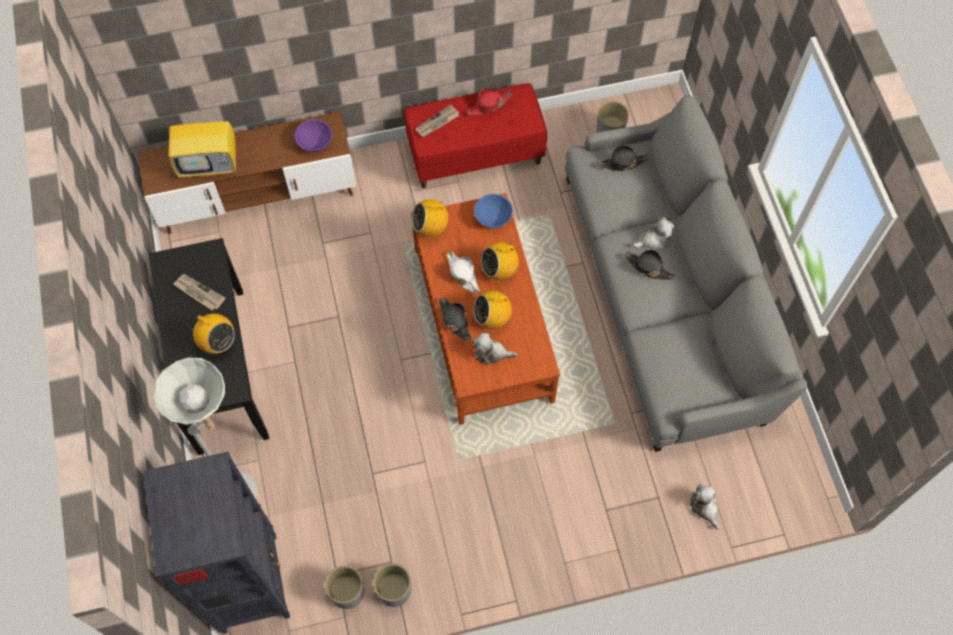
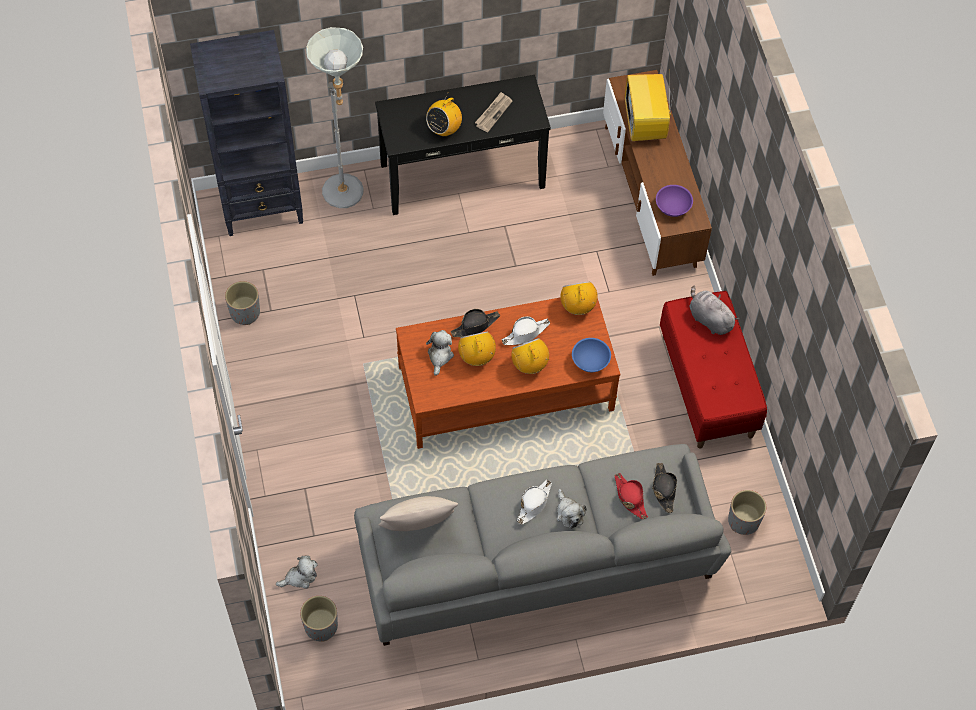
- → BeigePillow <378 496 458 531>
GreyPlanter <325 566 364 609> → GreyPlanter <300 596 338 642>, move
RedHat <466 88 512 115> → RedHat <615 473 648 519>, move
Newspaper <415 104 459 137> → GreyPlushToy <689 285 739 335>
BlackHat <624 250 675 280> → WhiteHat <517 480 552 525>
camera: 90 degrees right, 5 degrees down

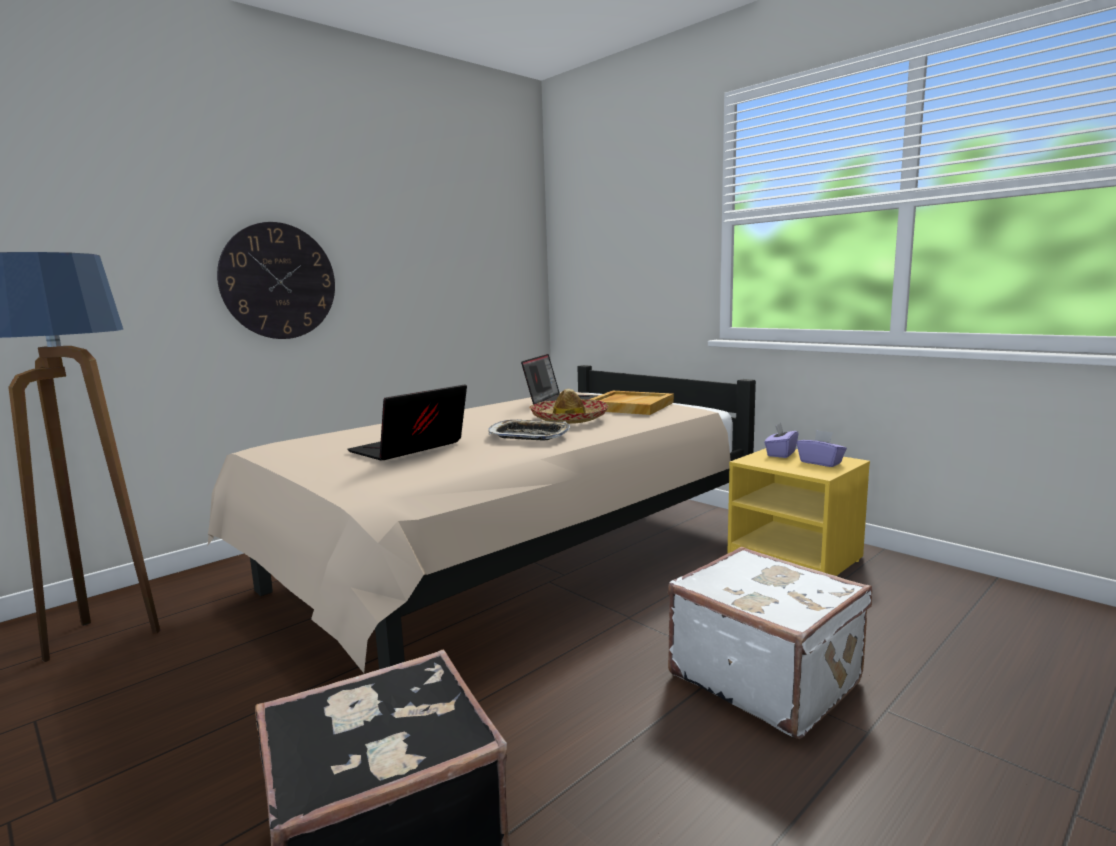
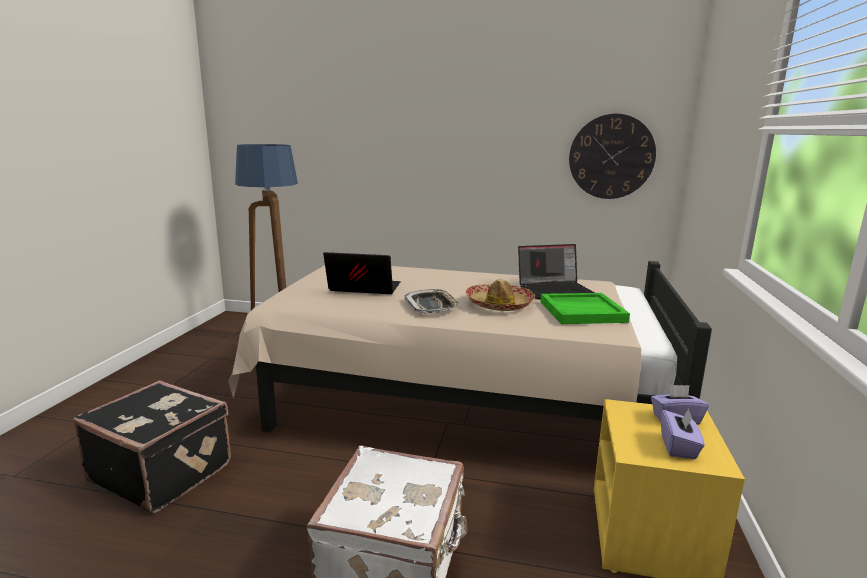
WallClock <217 222 335 339> → WallClock <569 114 656 199>, move
BeigeTray <589 391 674 415> → GreenTray <540 293 630 324>
camera: 55 degrees right, 5 degrees up

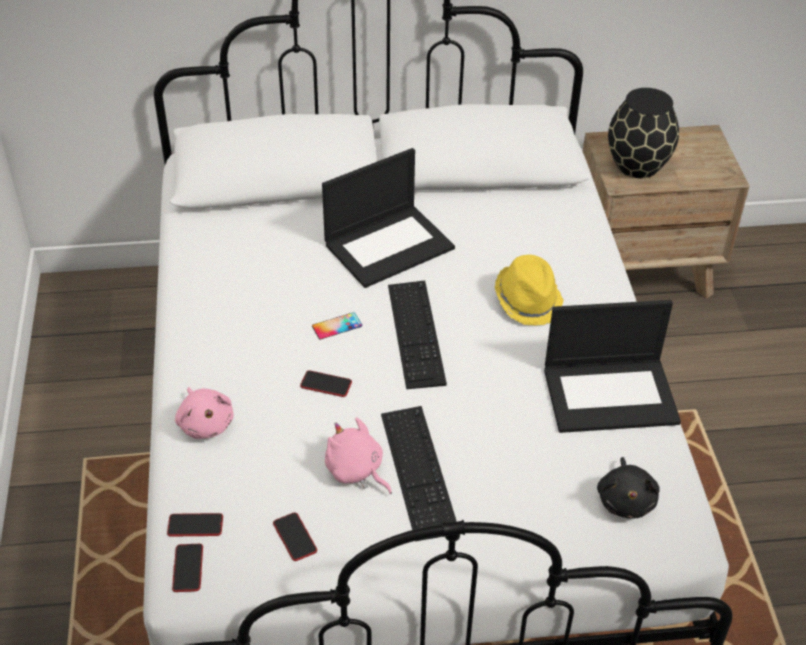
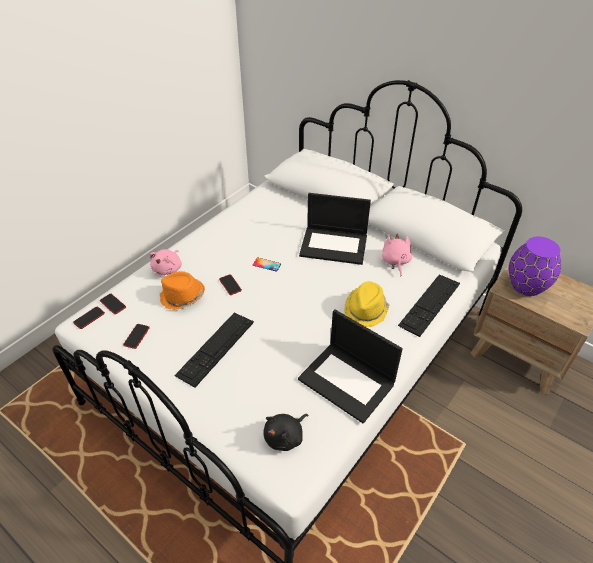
- → OrangeHat <160 271 205 310>
PinkPlushToy <325 417 392 494> → PinkPlushToy <382 234 412 276>, move
Keyboard <388 281 447 389> → Keyboard <398 274 460 337>, move
BlackVase <608 88 679 178> → PurpleVase <509 237 561 296>
camera: 45 degrees right, 0 degrees up

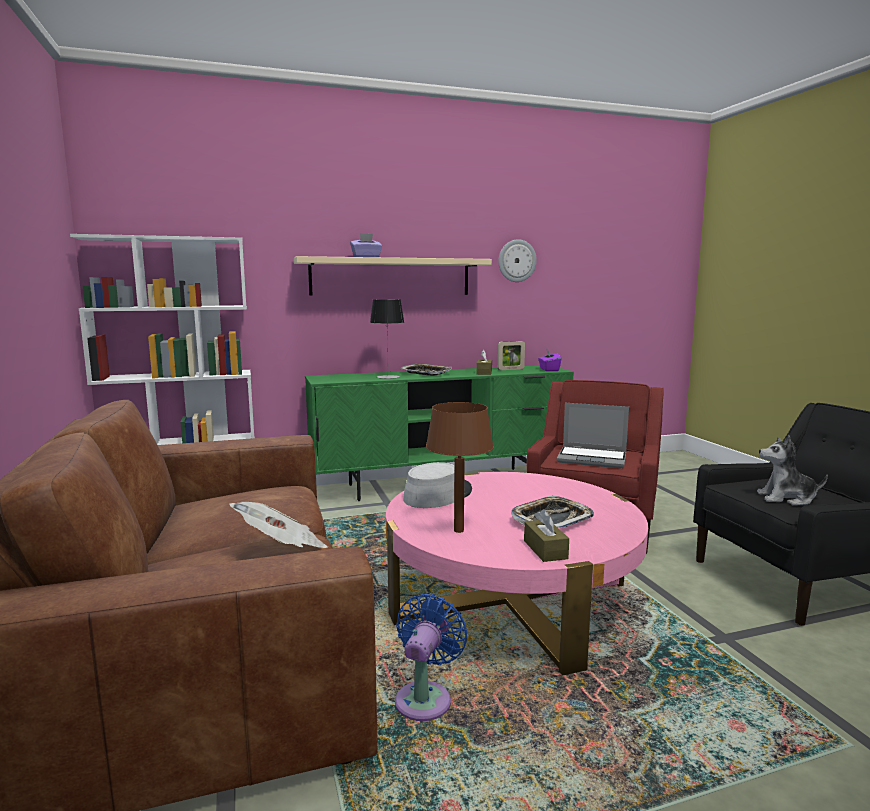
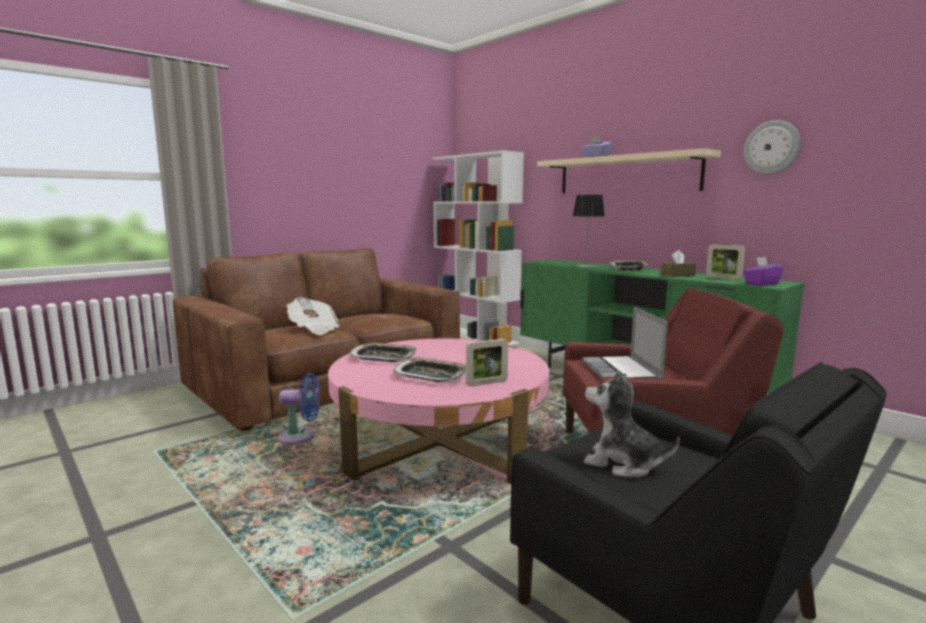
GreyHat <403 462 472 508> → -
BrownTissueBox <524 509 569 562> → -
- → PictureFrame <466 339 508 387>
BrownTableLamp <426 402 494 533> → Tray <350 343 417 362>
PlushToy <757 435 828 506> → PlushToy <584 371 680 478>, 45 degrees counterclockwise
camera: 65 degrees right, 0 degrees up

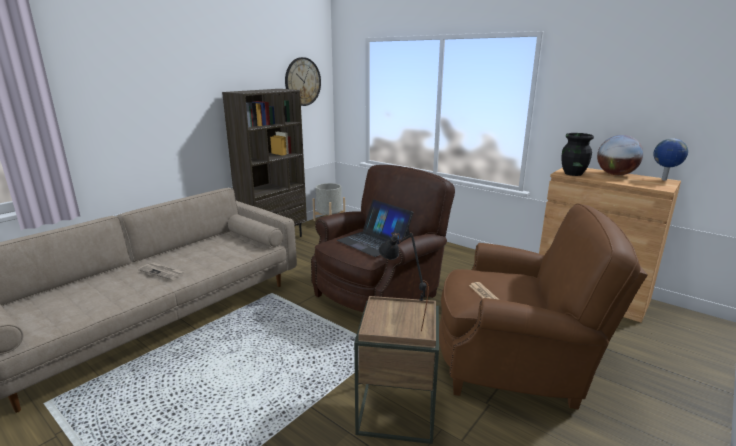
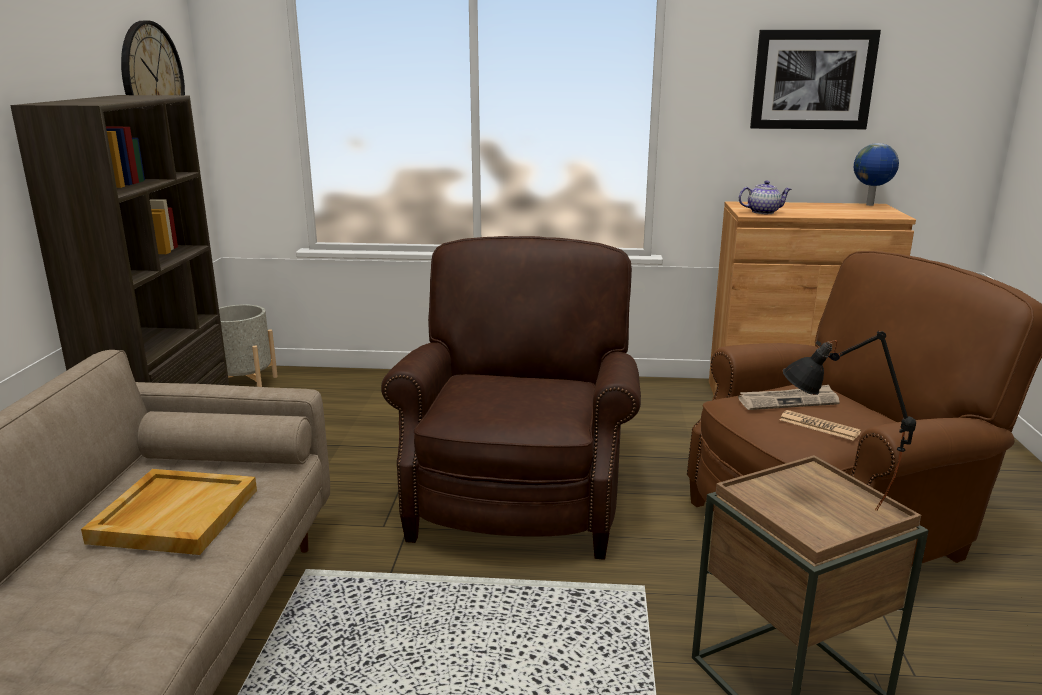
Laptop <337 199 413 257> → -
Globe <597 135 643 175> → -
- → BeigeTray <81 469 257 555>
- → Picture <750 30 881 129>
Newspaper <138 262 185 280> → Newspaper <738 385 840 410>, move
BlackVase <562 133 594 176> → Teapot <739 180 792 214>
camera: 35 degrees left, 0 degrees up

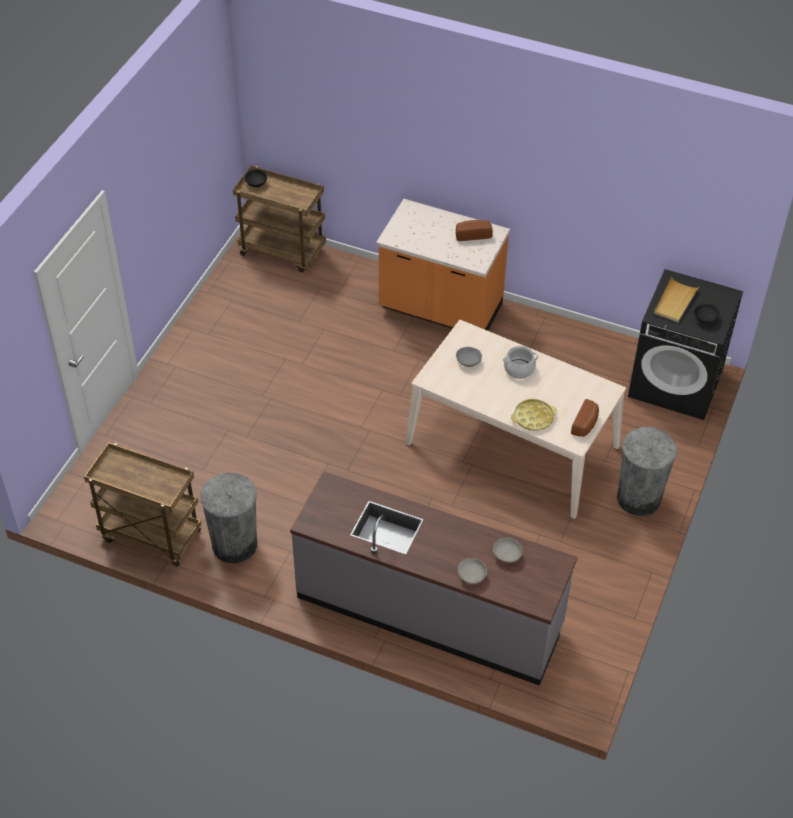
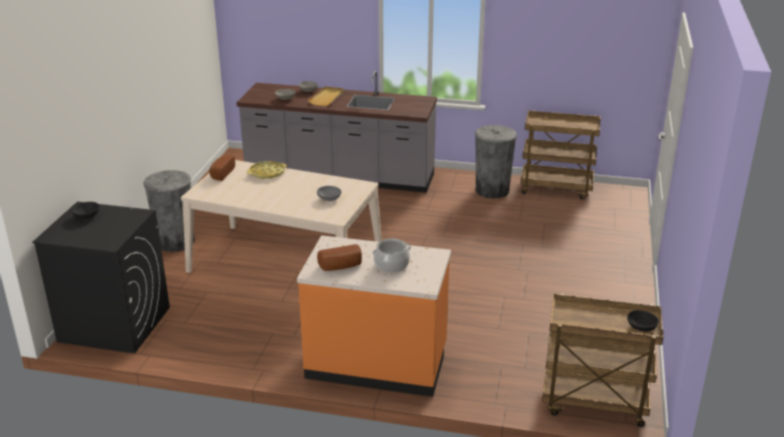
CookingPot <503 346 538 379> → CookingPot <372 239 411 273>, move
BeigeTray <654 277 700 322> → BeigeTray <308 86 344 106>, move
camera: 170 degrees right, 20 degrees down

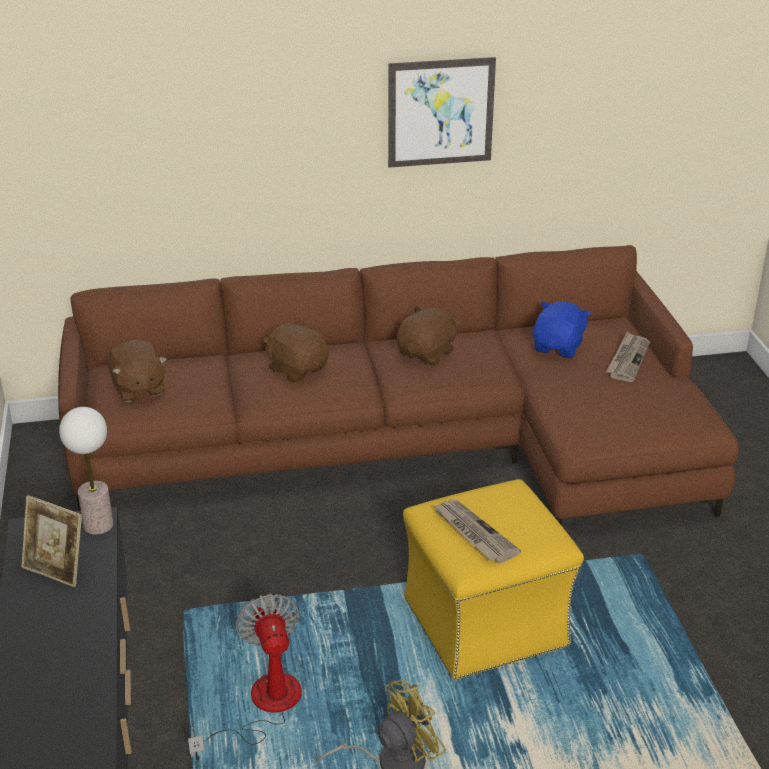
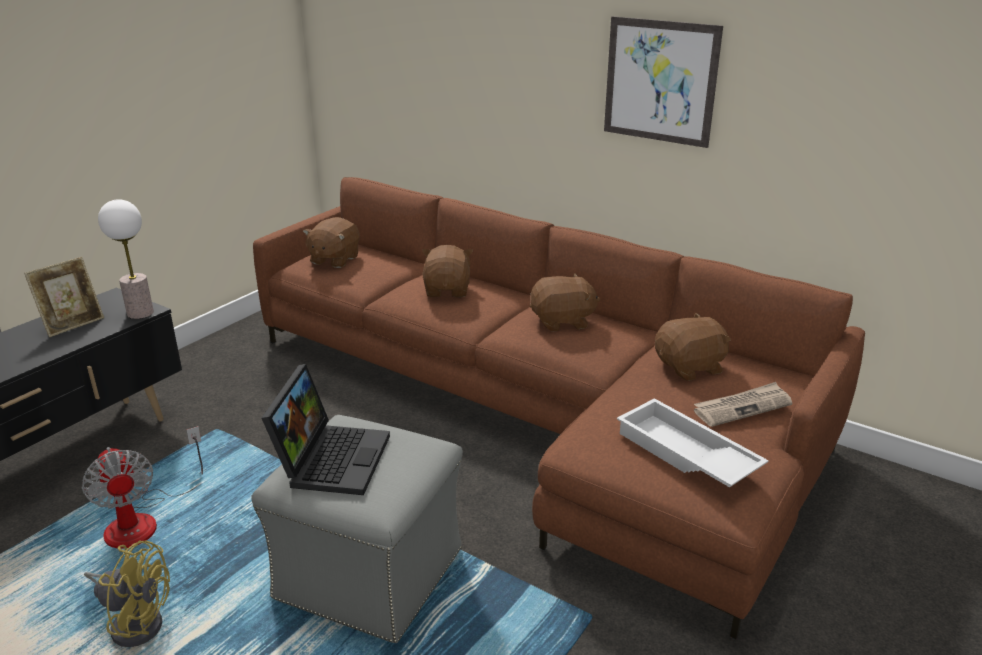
- → WhiteTray <617 398 769 487>
Newspaper <433 500 521 563> → Laptop <261 364 390 495>
YellowOttoman <403 479 584 679> → GreyOttoman <251 415 463 643>
BluePlushToy <533 301 591 358> → BrownPlushToy <655 313 731 381>
PictureFrame <21 495 82 587> → PictureFrame <24 257 104 337>, 120 degrees counterclockwise
Fan <188 593 302 761> → Fan <82 426 203 548>, 120 degrees clockwise
camera: 45 degrees right, 5 degrees down

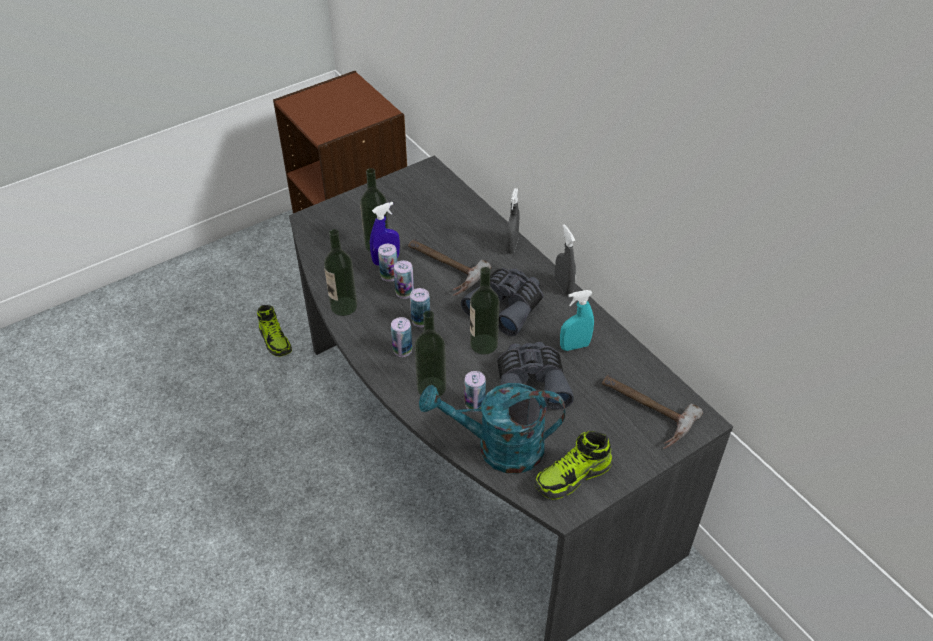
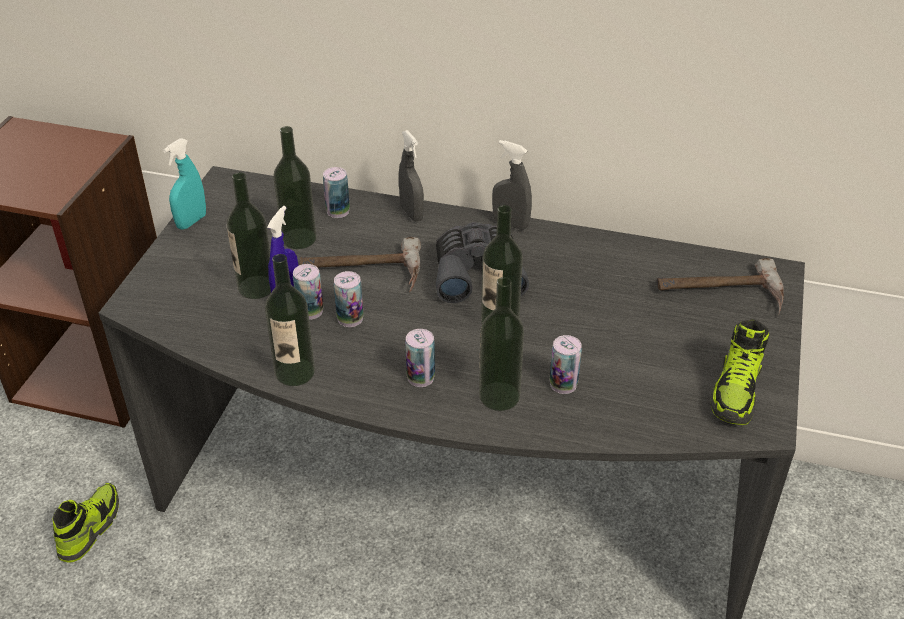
TurquoiseWateringCan <419 383 565 474> → -
GreyBinoculars <497 342 574 410> → -
- → Bottle <273 126 317 249>
Can <410 288 430 327> → Can <323 167 350 218>, move
TurquoiseSprayBottle <560 290 594 351> → TurquoiseSprayBottle <163 138 206 230>, move
Shoe <257 305 292 356> → Shoe <52 483 119 562>, 90 degrees counterclockwise
camera: 40 degrees left, 5 degrees down

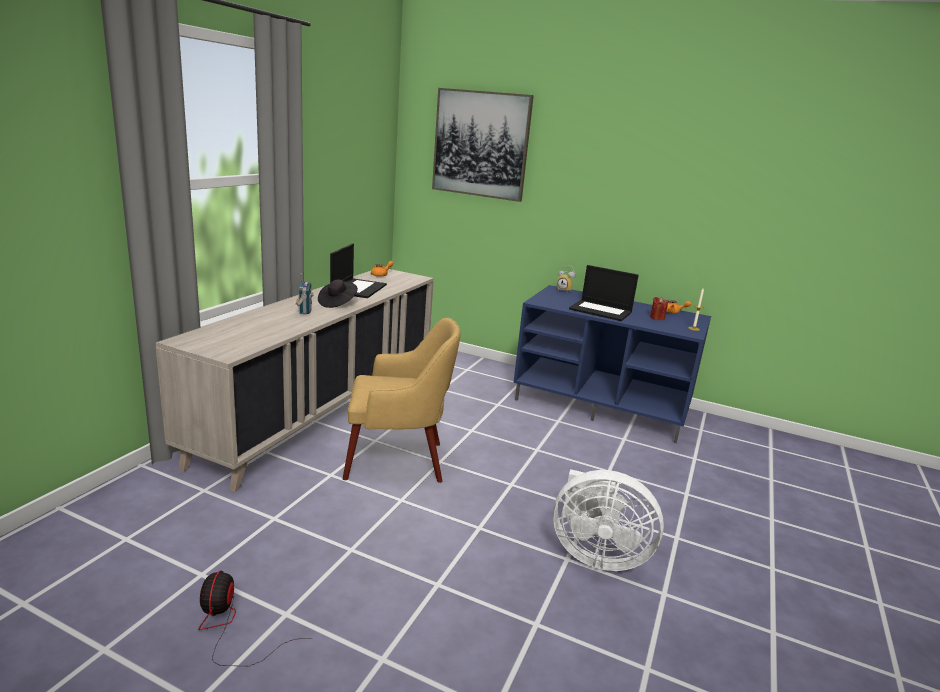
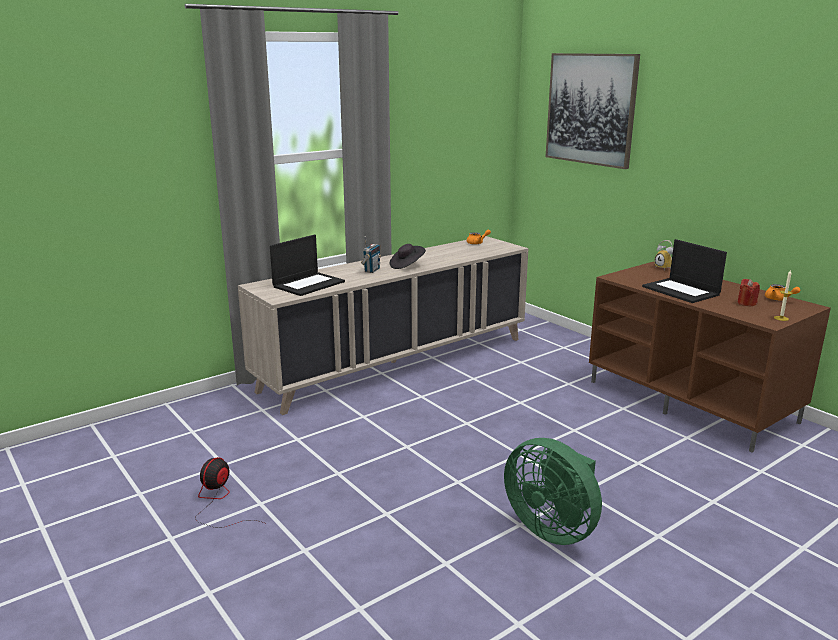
YellowArmchair <343 317 461 483> → -
Laptop <330 244 387 298> → Laptop <270 235 345 296>, move
BlueTvStand <513 285 711 443> → BrownTvStand <589 262 831 452>
WhiteFan <553 469 664 571> → GreenFan <504 438 602 545>
camera: 30 degrees right, 0 degrees up

